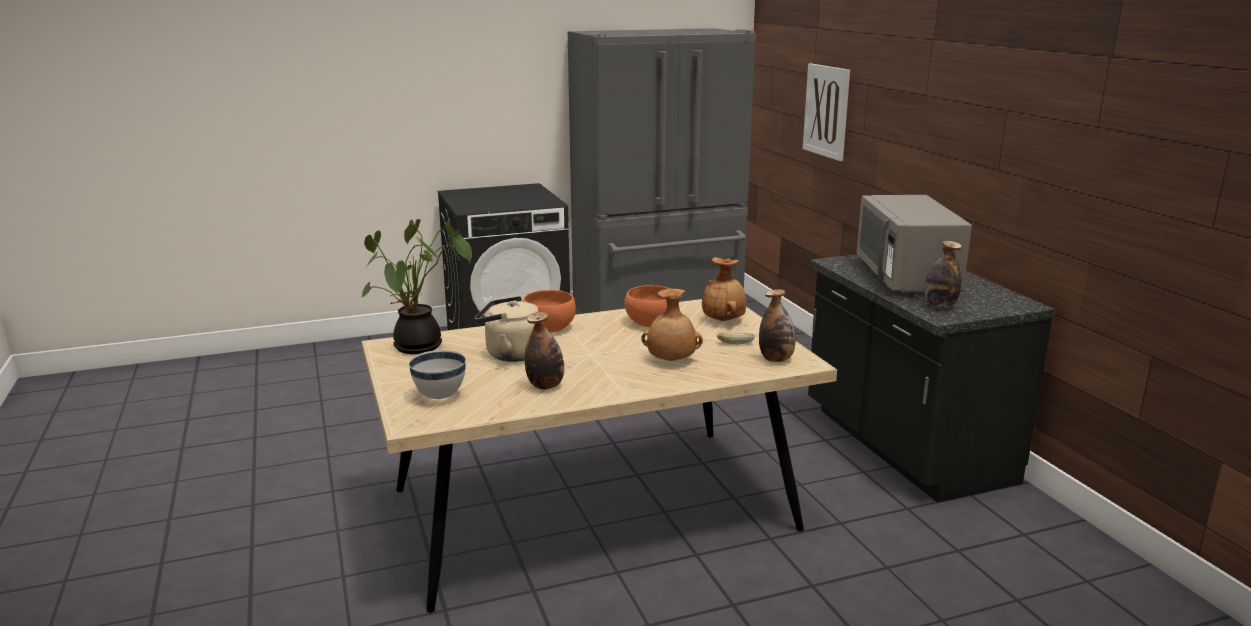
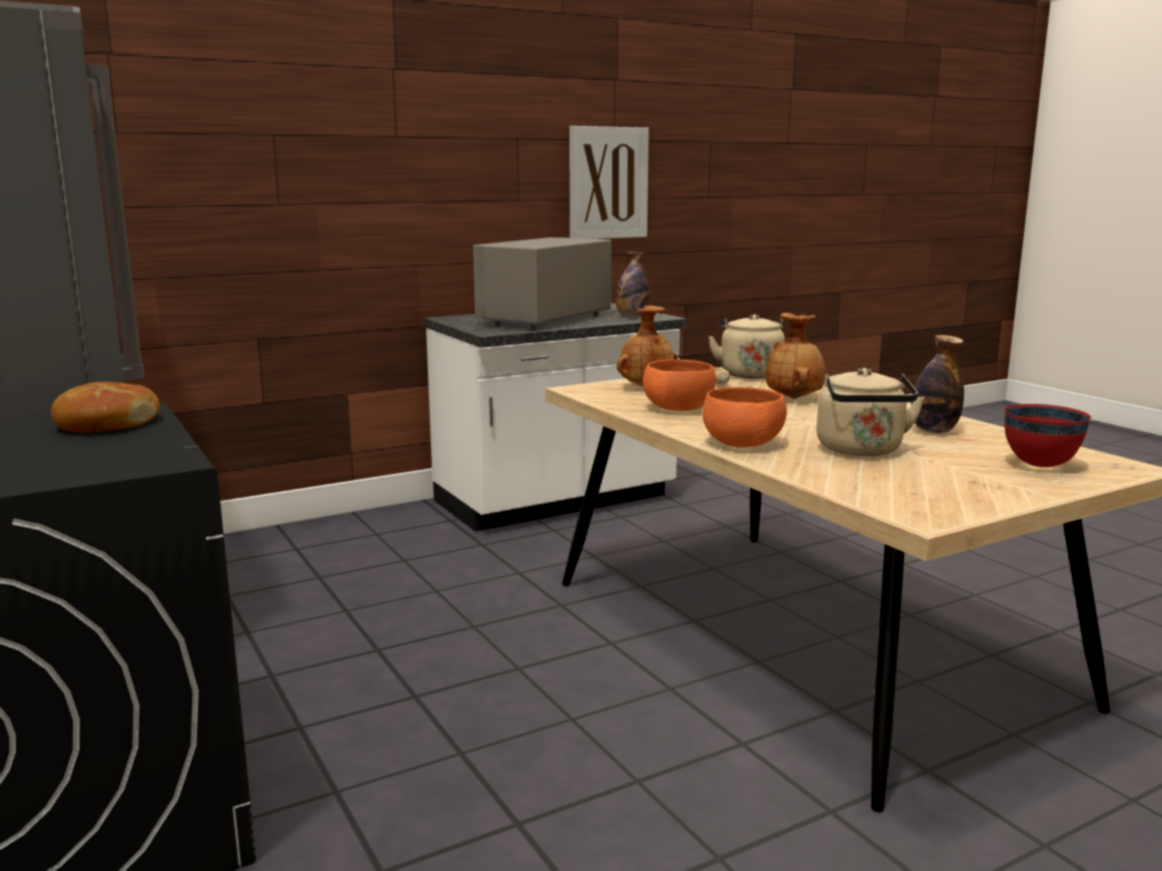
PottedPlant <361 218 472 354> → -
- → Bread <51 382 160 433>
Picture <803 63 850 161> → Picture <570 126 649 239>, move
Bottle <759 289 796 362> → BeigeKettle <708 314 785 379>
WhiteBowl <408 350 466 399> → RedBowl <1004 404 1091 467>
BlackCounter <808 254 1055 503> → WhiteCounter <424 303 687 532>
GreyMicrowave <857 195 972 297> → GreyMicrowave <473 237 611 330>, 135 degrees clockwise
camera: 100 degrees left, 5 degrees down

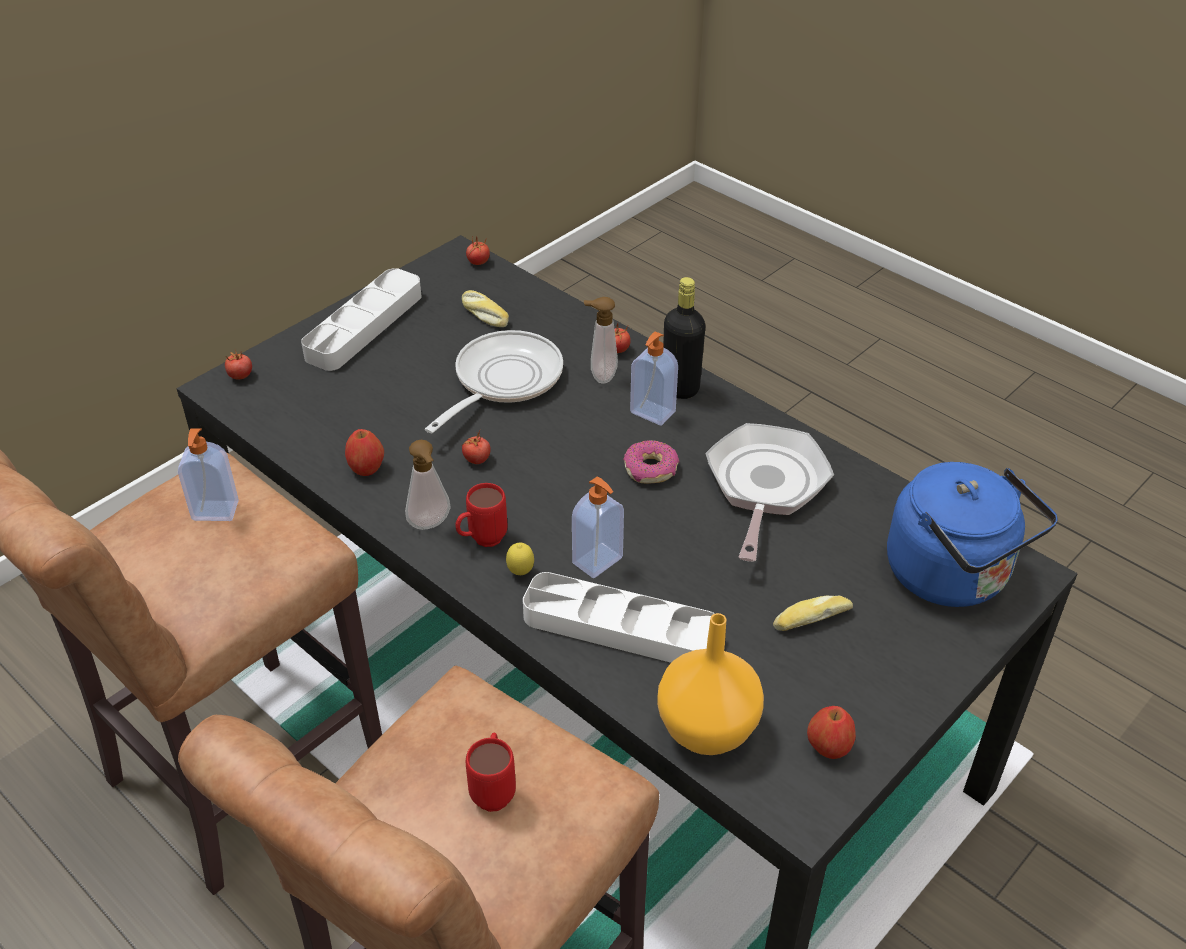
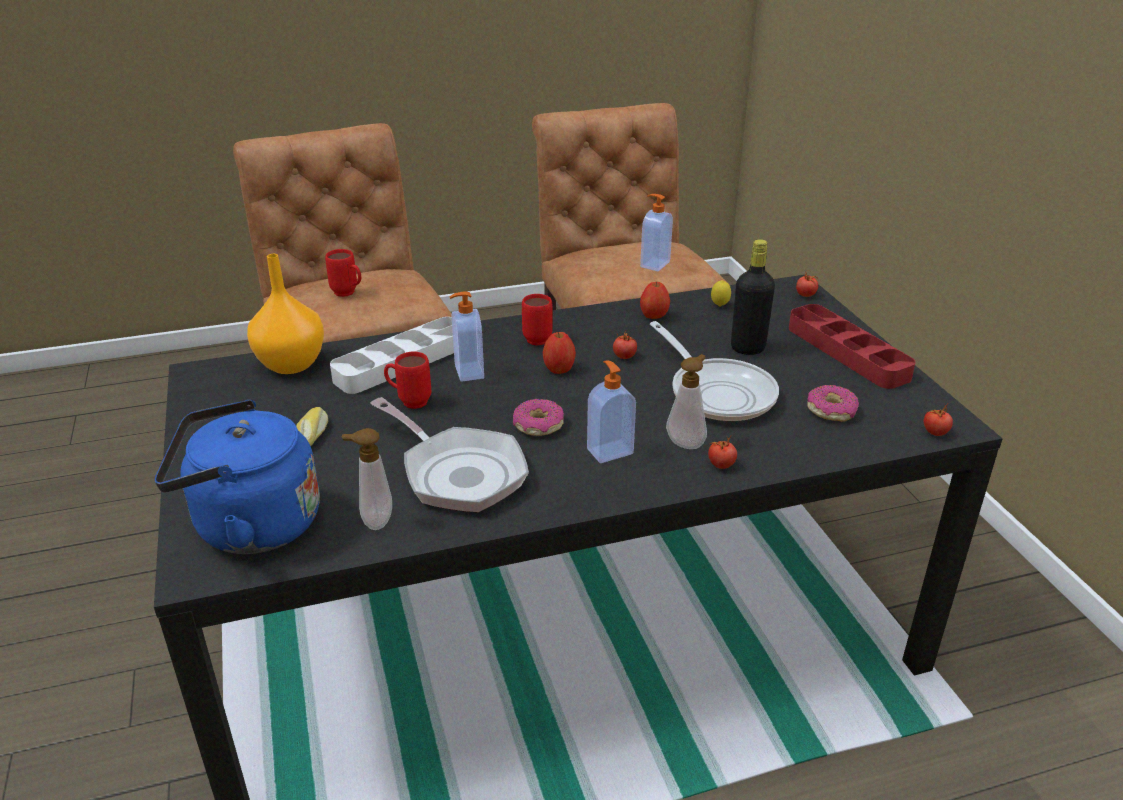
- → RedMug <384 352 431 409>
SoapDispenser <405 440 451 530> → SoapDispenser <342 428 392 530>, move
Lemon <506 543 534 575> → Lemon <711 280 731 307>, move
BlackBottle <663 277 706 399> → BlackBottle <731 239 775 355>, move
Apple <807 706 856 759> → Apple <543 332 576 374>, move
Bread <462 290 509 327> → Donut <807 385 859 422>
GreyTray <301 268 421 371> → RedTray <789 304 916 389>
camera: 120 degrees right, 10 degrees down

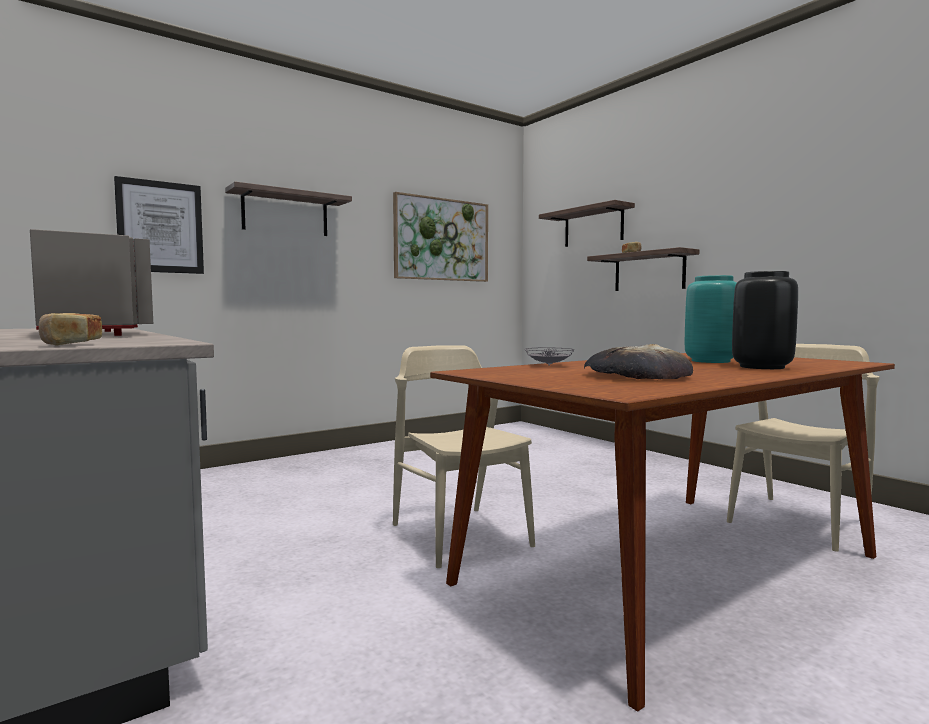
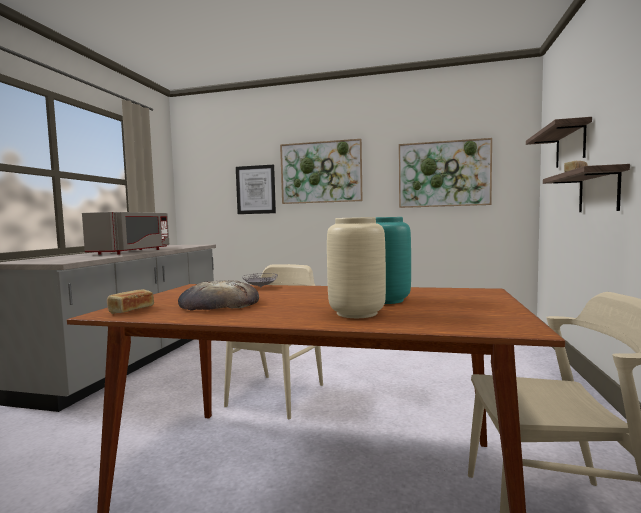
Bread <39 313 102 346> → Bread <107 289 154 314>, move
Shelf <225 181 352 236> → Picture <280 139 363 204>
BlackVase <732 271 798 369> → BeigeVase <327 217 386 318>
camera: 50 degrees right, 0 degrees up

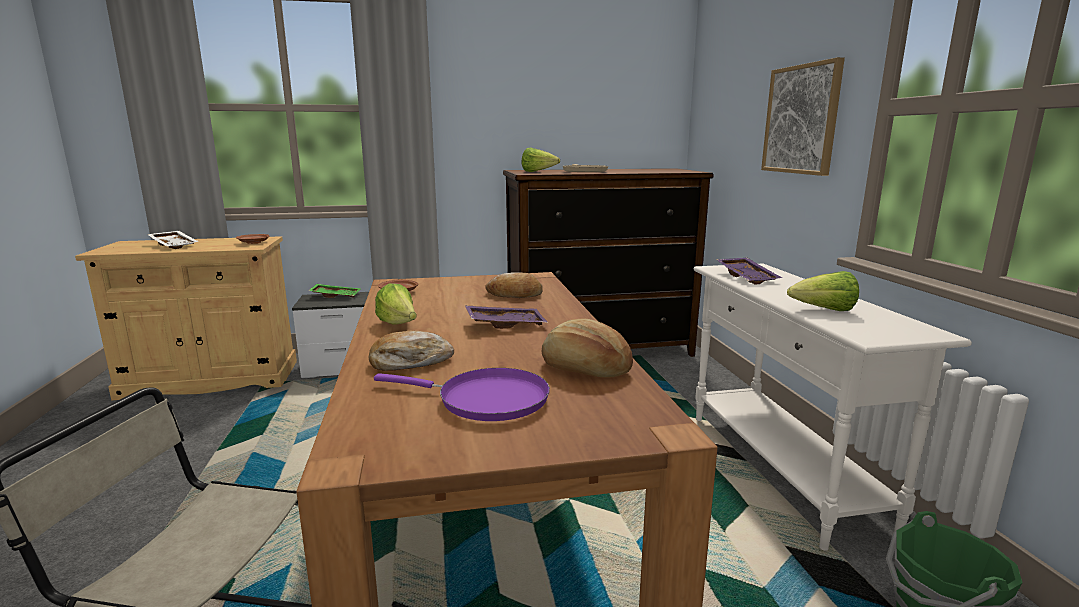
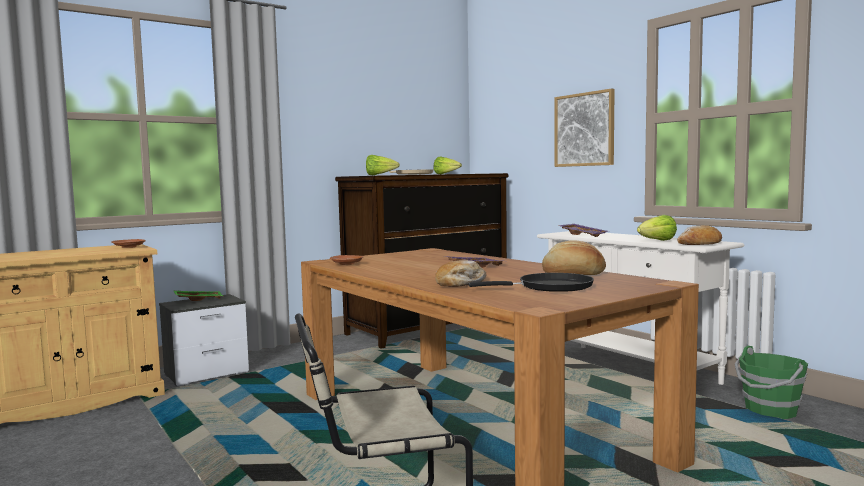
WhiteTray <147 231 199 249> → -
Lettuce <375 284 417 325> → Lettuce <434 156 462 174>, move
Bread <485 272 543 298> → Bread <677 225 722 245>, move
PurpleFryingPan <374 368 550 421> → BlackFryingPan <468 273 594 292>
camera: 25 degrees left, 10 degrees down

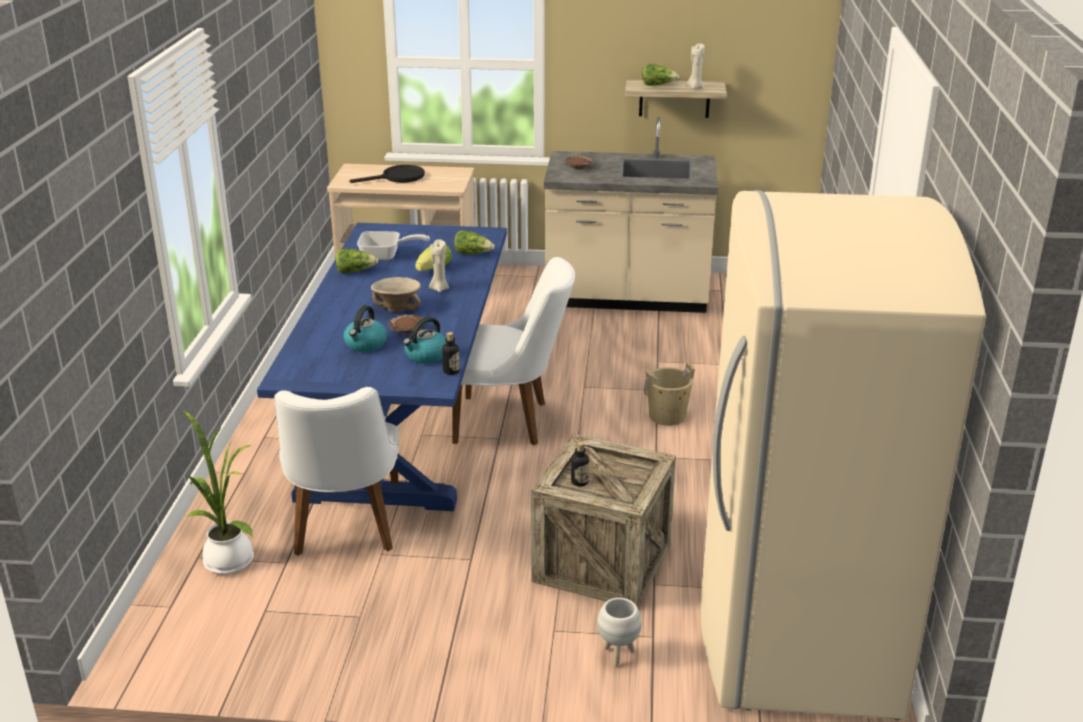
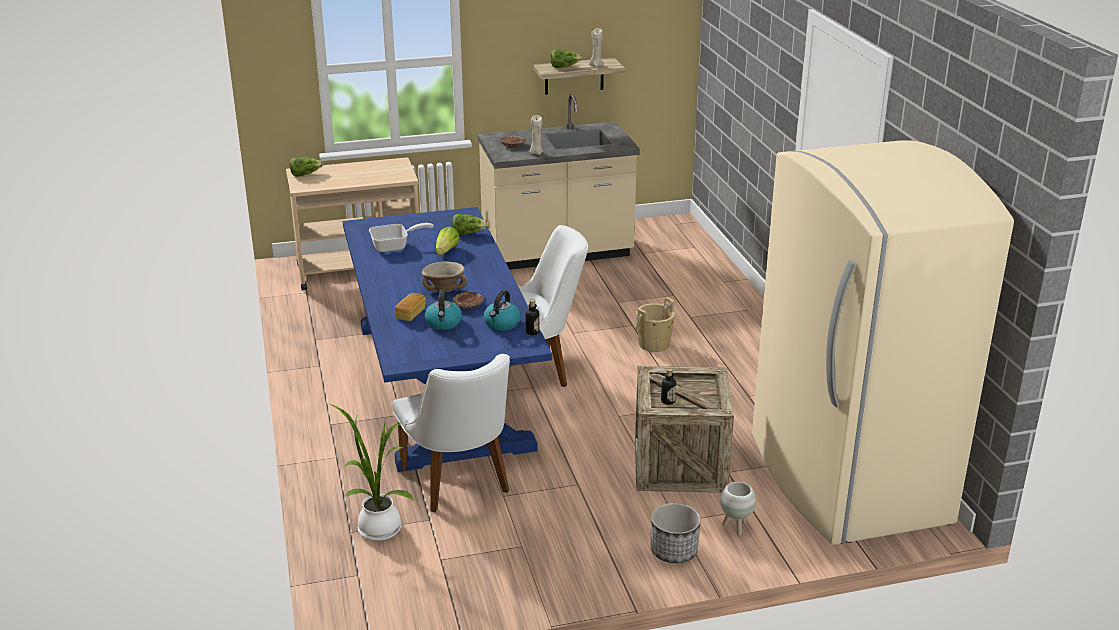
BlackFryingPan <350 165 425 183> → -
- → Bread <395 293 426 321>
- → Planter <651 503 701 563>
Lettuce <335 249 378 273> → Lettuce <290 157 323 177>, move
BeigeCandle <429 239 449 292> → BeigeCandle <530 115 544 155>, move
camera: 20 degrees left, 0 degrees up

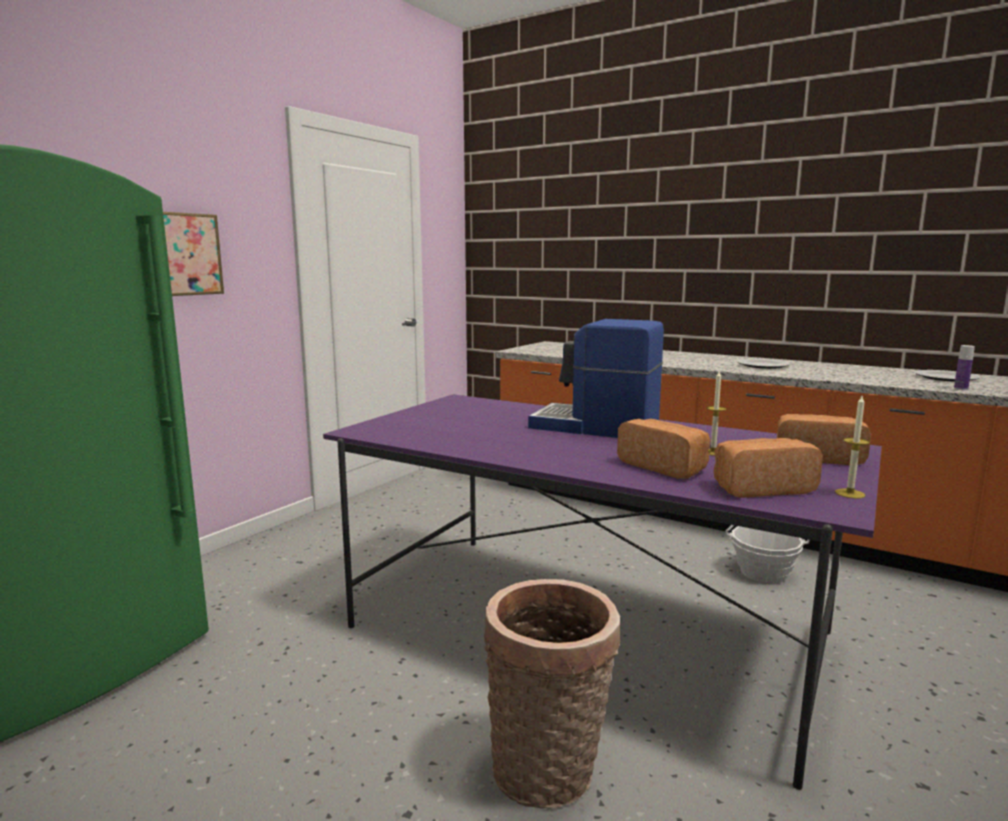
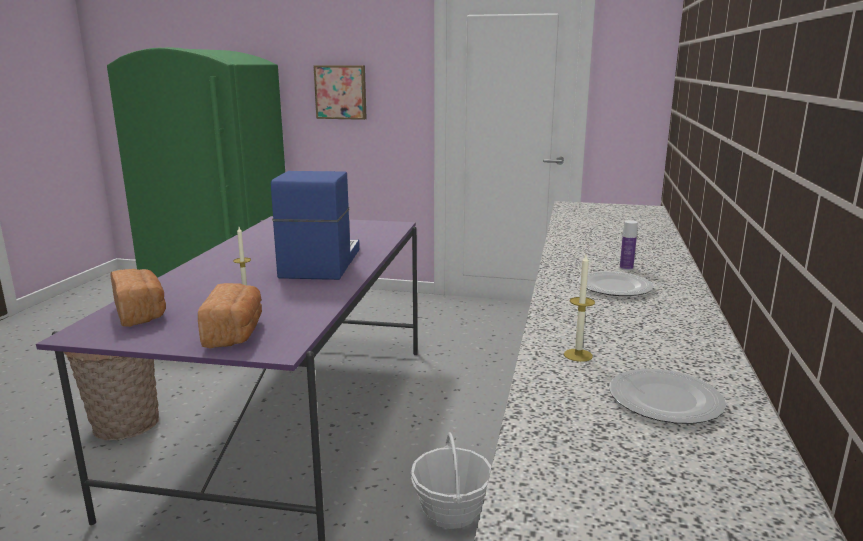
Bread <617 419 710 479> → -
Candle <835 396 870 499> → Candle <564 255 595 362>, move
Bottle <954 345 975 390> → Bottle <620 220 638 271>, move
camera: 70 degrees right, 5 degrees up

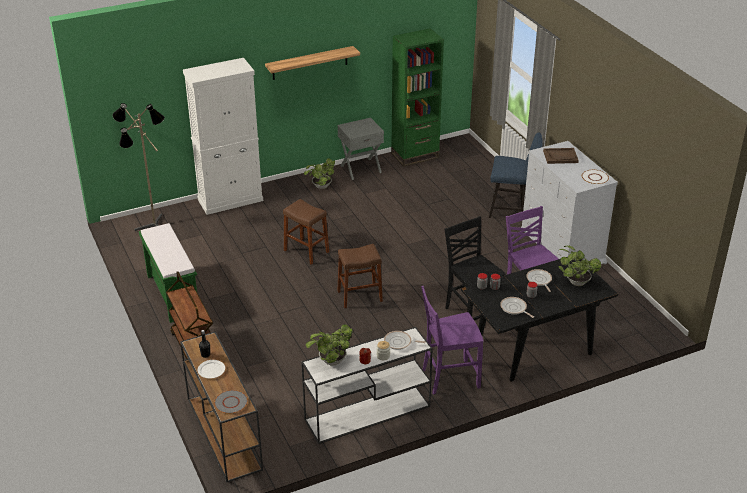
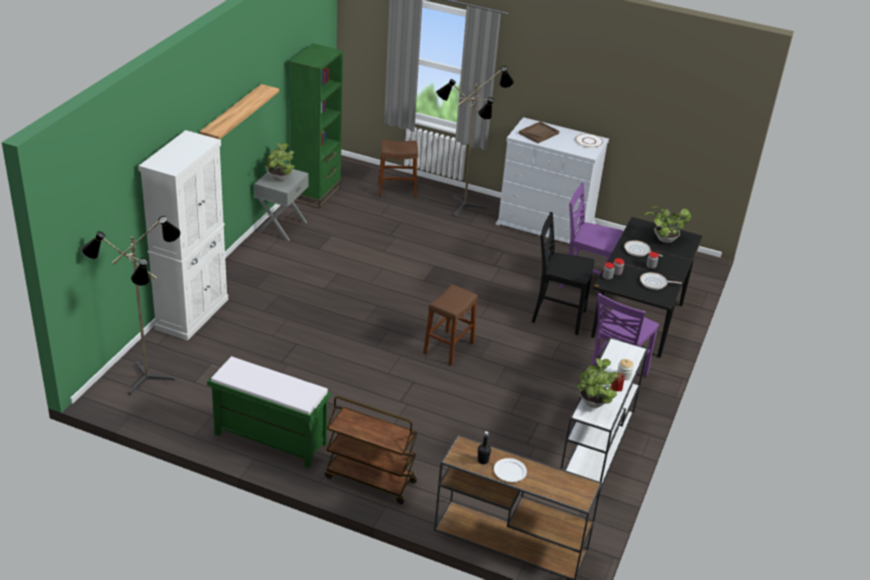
GreyPlate <214 390 248 414> → -
FryingPan <384 331 426 350> → -
BrownStool <283 199 329 265> → BrownStool <378 139 418 198>, move
PottedPlant <304 158 335 189> → PottedPlant <263 143 295 181>, move
BlueChair <489 133 543 218> → FloorLamp <436 66 514 217>
camera: 45 degrees left, 0 degrees up

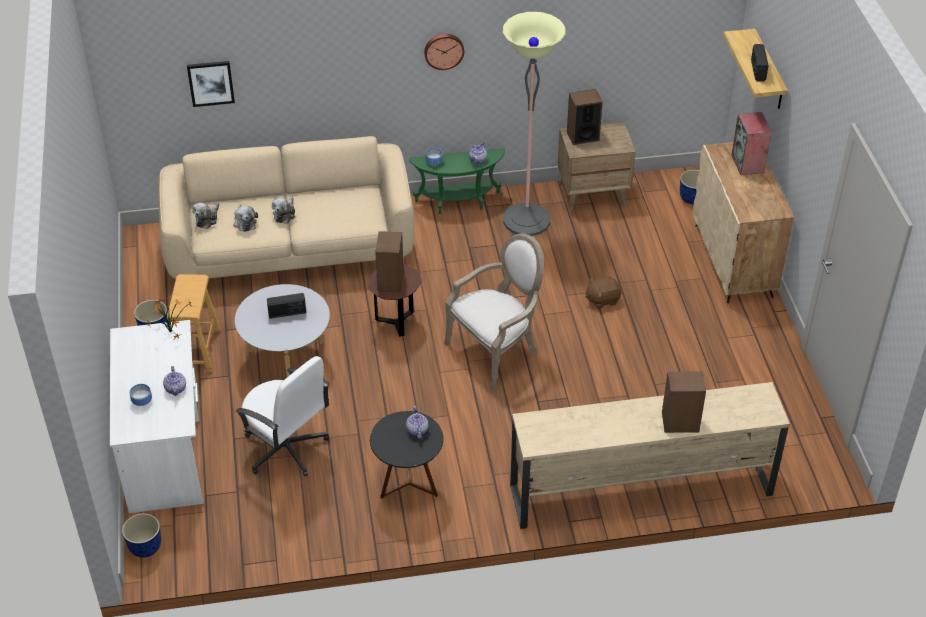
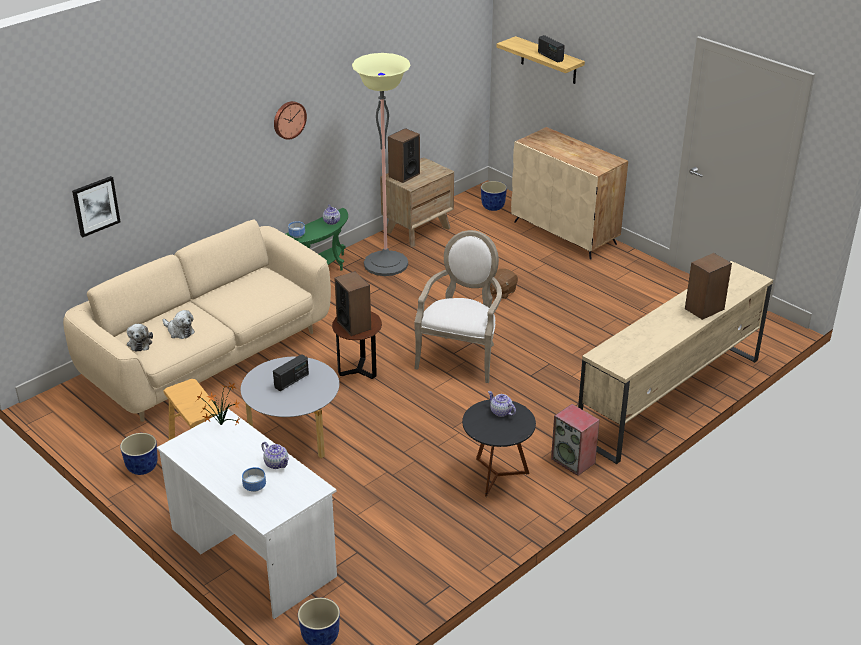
WhiteOfficeChair <235 356 329 476> → -
PlushToy <272 197 295 224> → -
Speaker <731 112 772 175> → Speaker <551 404 600 476>, move
camera: 35 degrees left, 10 degrees down

